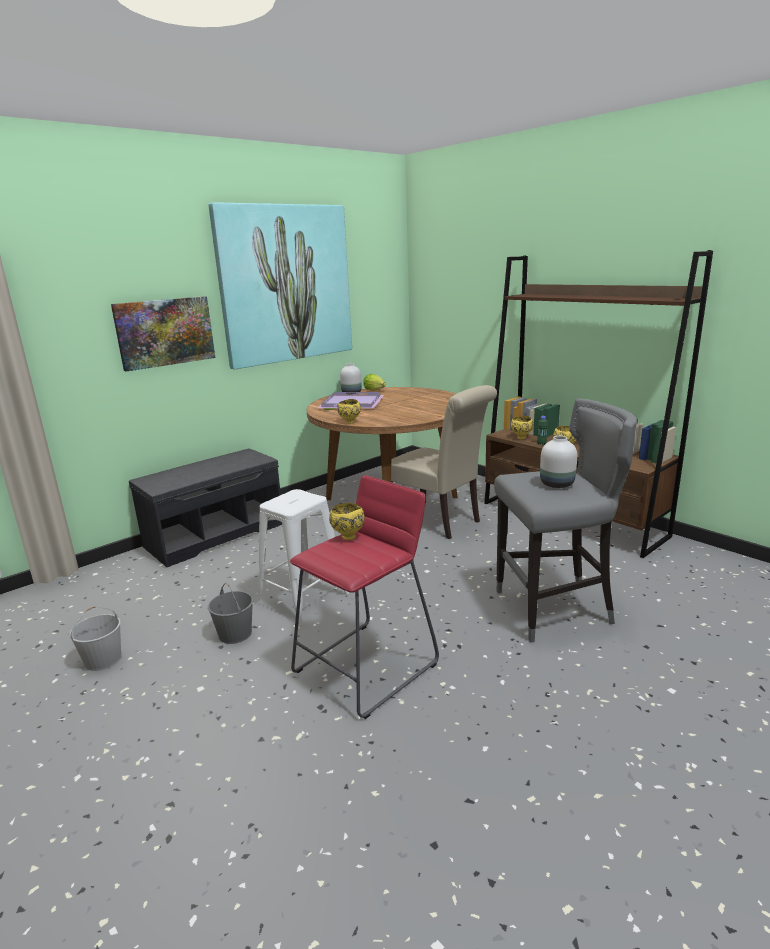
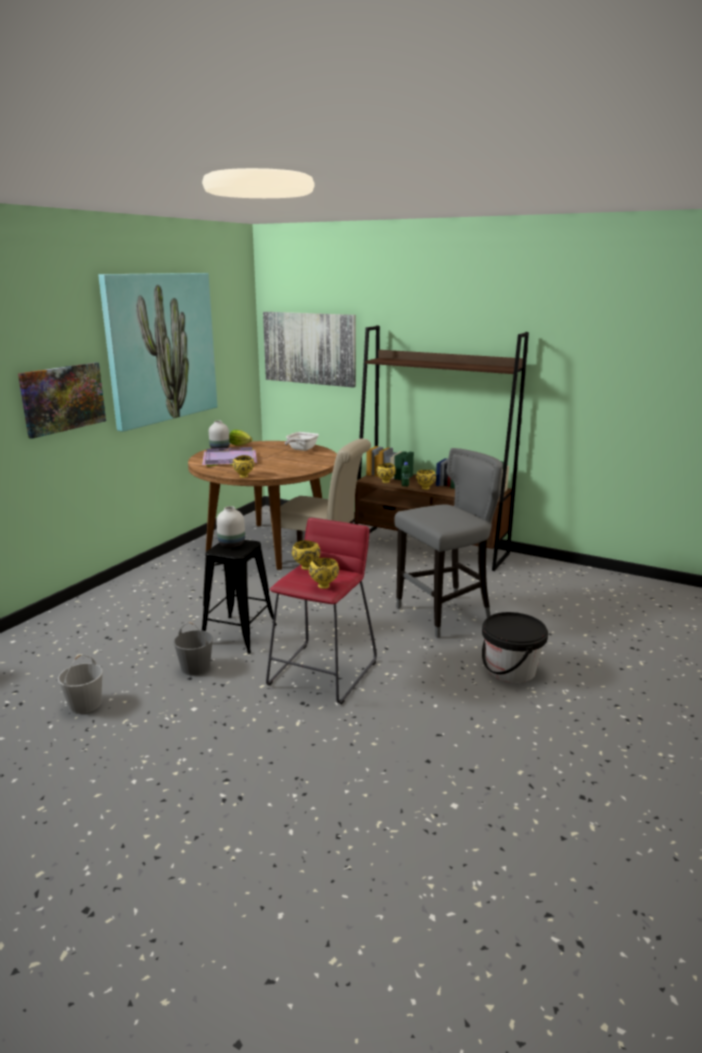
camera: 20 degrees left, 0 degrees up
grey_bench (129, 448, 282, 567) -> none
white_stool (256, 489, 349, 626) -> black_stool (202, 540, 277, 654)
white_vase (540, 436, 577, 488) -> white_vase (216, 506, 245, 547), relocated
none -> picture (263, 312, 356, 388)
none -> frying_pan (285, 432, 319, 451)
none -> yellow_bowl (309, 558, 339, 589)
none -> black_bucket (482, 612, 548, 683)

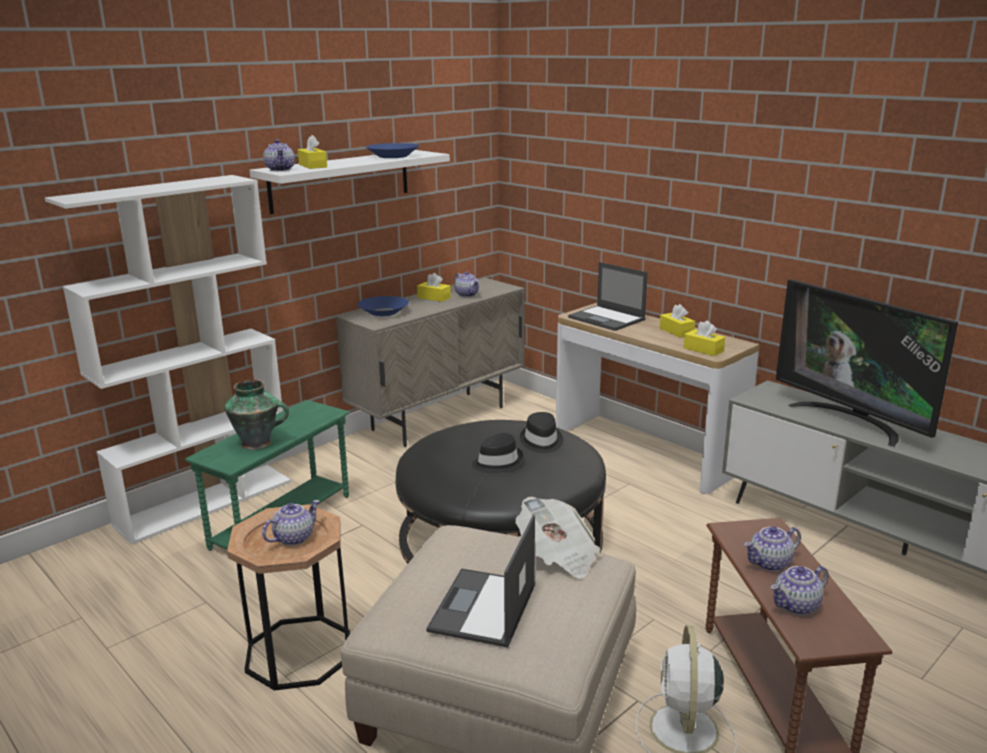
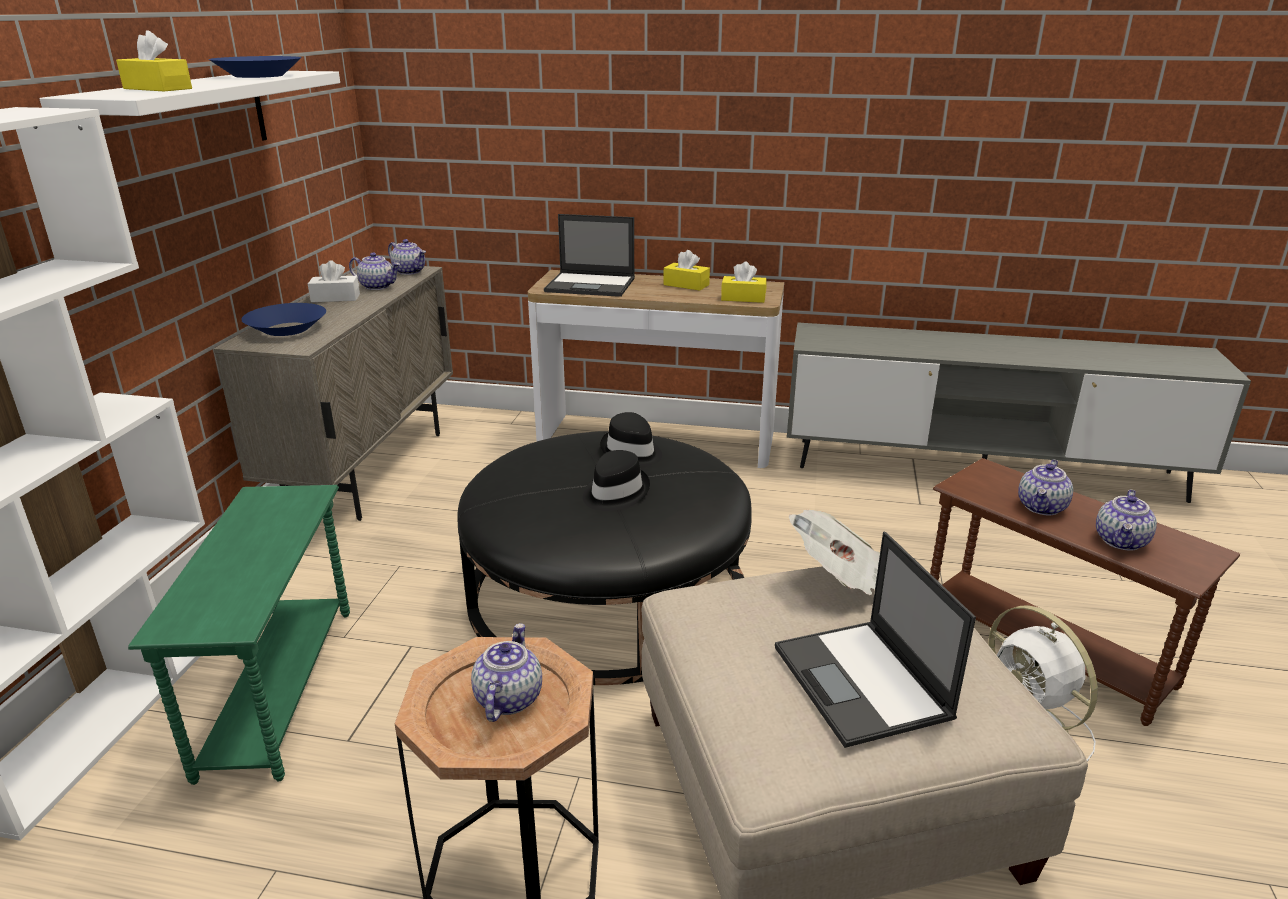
camera: 35 degrees left, 5 degrees up
vase (225, 380, 289, 450) -> none
teapot (263, 139, 295, 171) -> teapot (388, 239, 426, 275), relocated
yellow_tissue_box (417, 273, 451, 302) -> white_tissue_box (308, 260, 360, 302)
television (776, 279, 958, 447) -> none

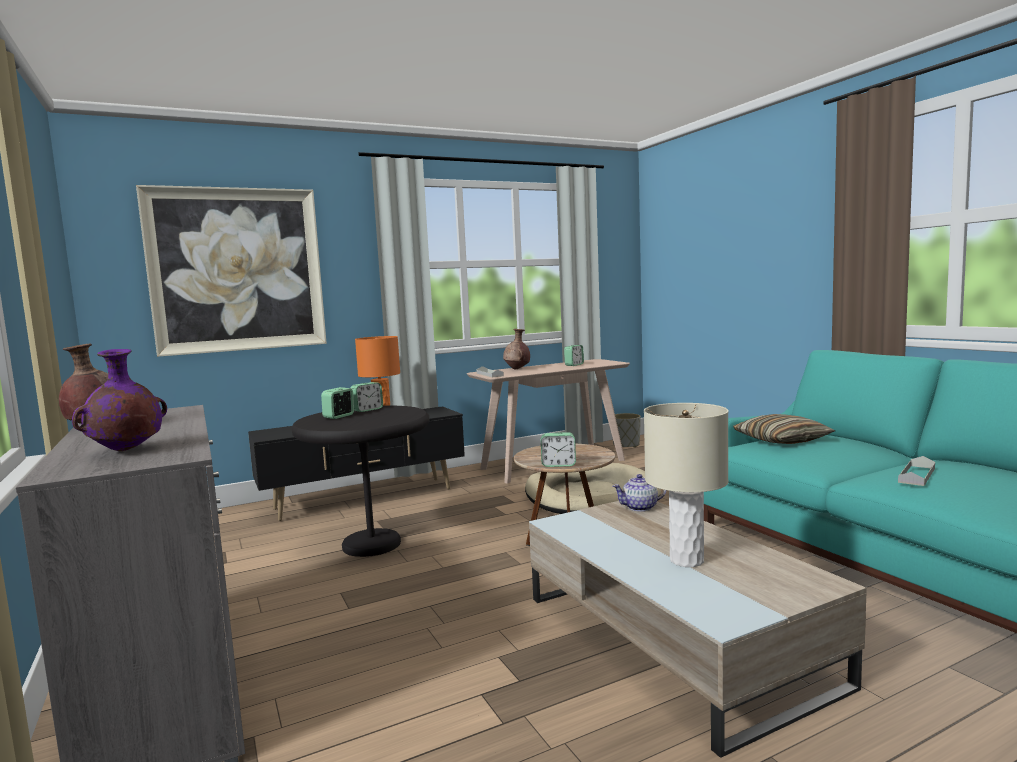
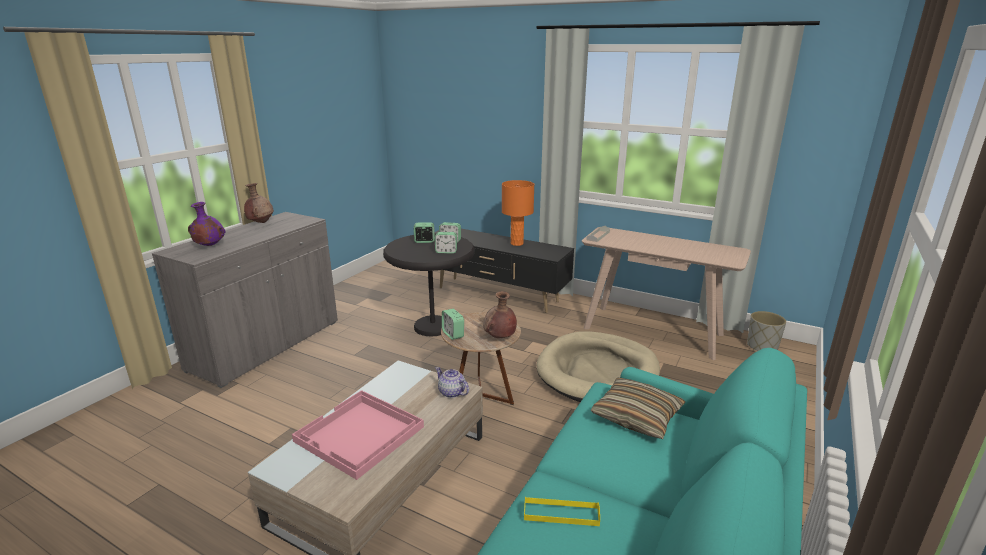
camera: 55 degrees right, 15 degrees up
picture (136, 185, 327, 357) -> none
brown_vase (503, 329, 530, 370) -> brown_vase (483, 291, 517, 338), relocated
alarm_clock (564, 345, 584, 366) -> alarm_clock (435, 232, 457, 253), relocated
beige_table_lamp (644, 403, 729, 567) -> pink_tray (292, 390, 424, 480)
grey_tray (898, 456, 935, 486) -> yellow_tray (524, 497, 600, 526)

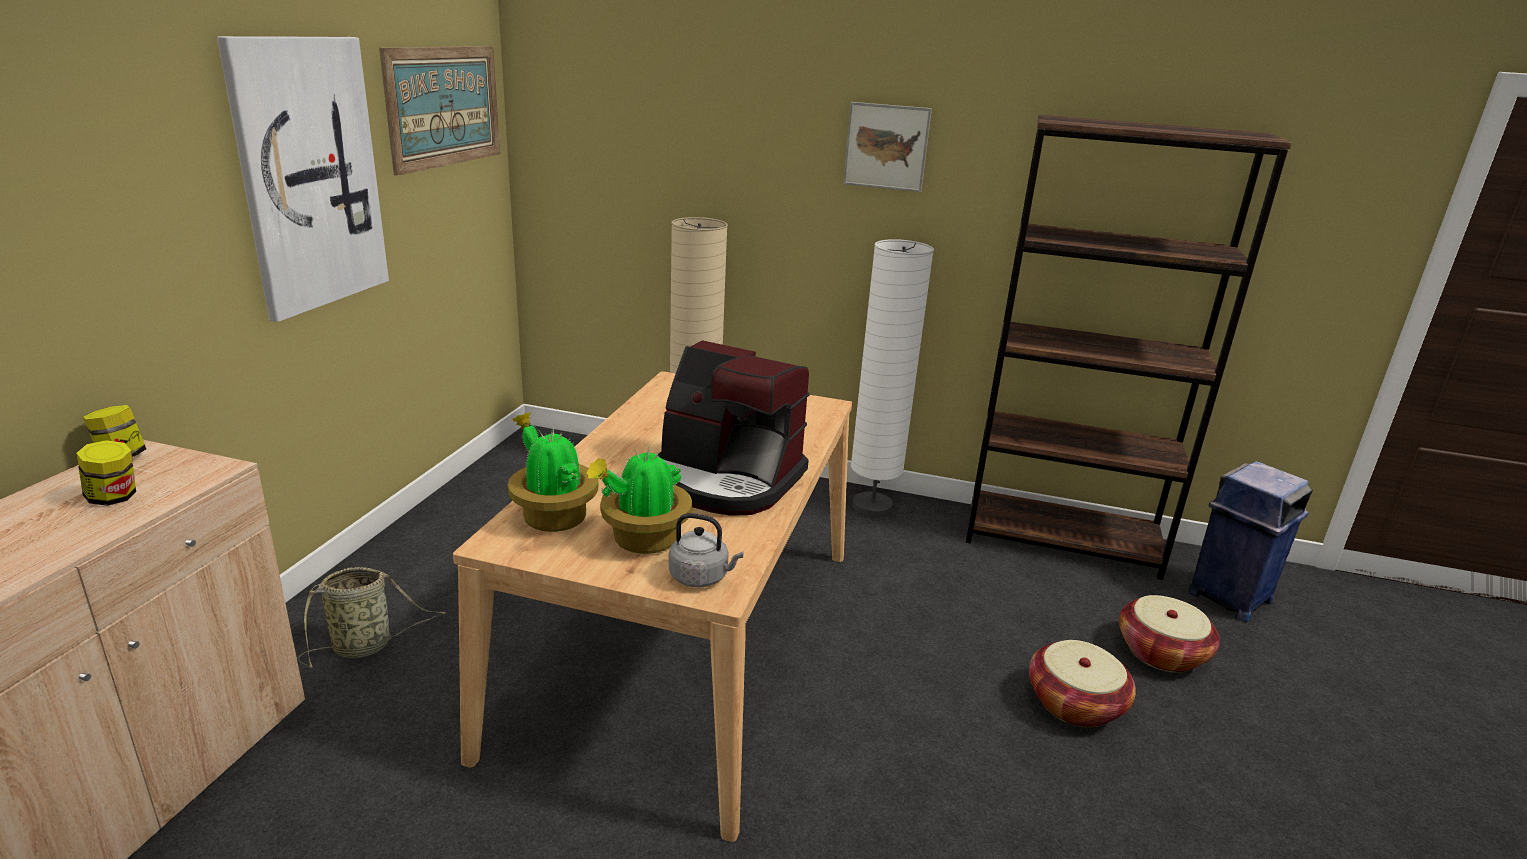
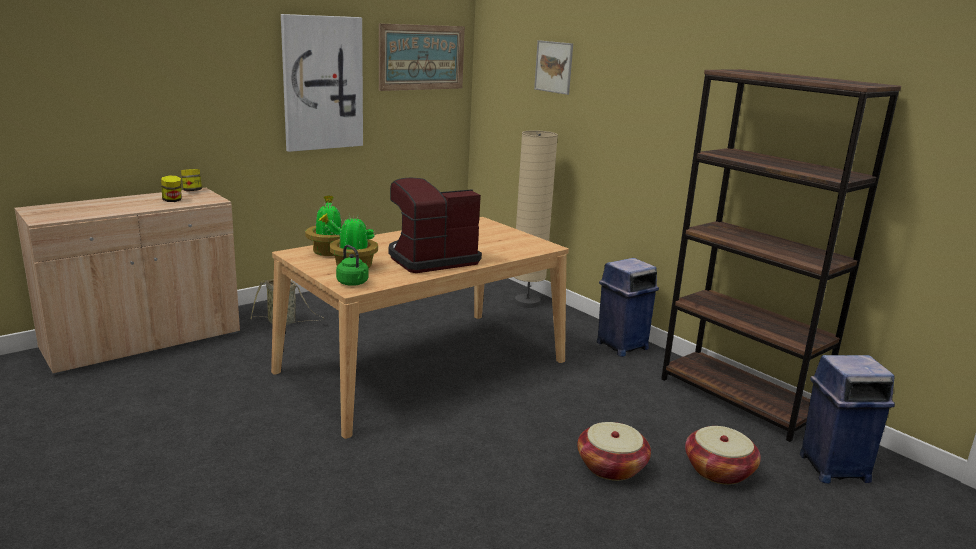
camera: 35 degrees right, 5 degrees down
coffee_machine (658, 340, 810, 516) -> coffee_machine (389, 178, 482, 273), 90 degrees clockwise
grey_kettle (669, 513, 744, 587) -> green_kettle (336, 245, 368, 286)
picture (843, 102, 932, 192) -> picture (534, 40, 573, 95), relocated
white_floor_lamp (851, 239, 934, 518) -> blue_trash_can (597, 258, 659, 357)

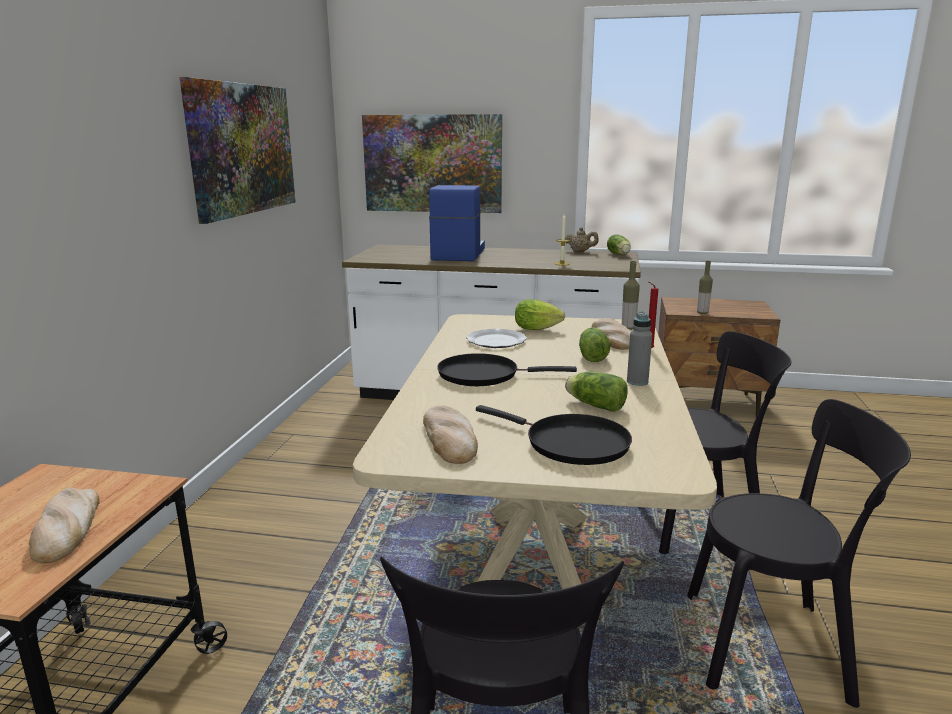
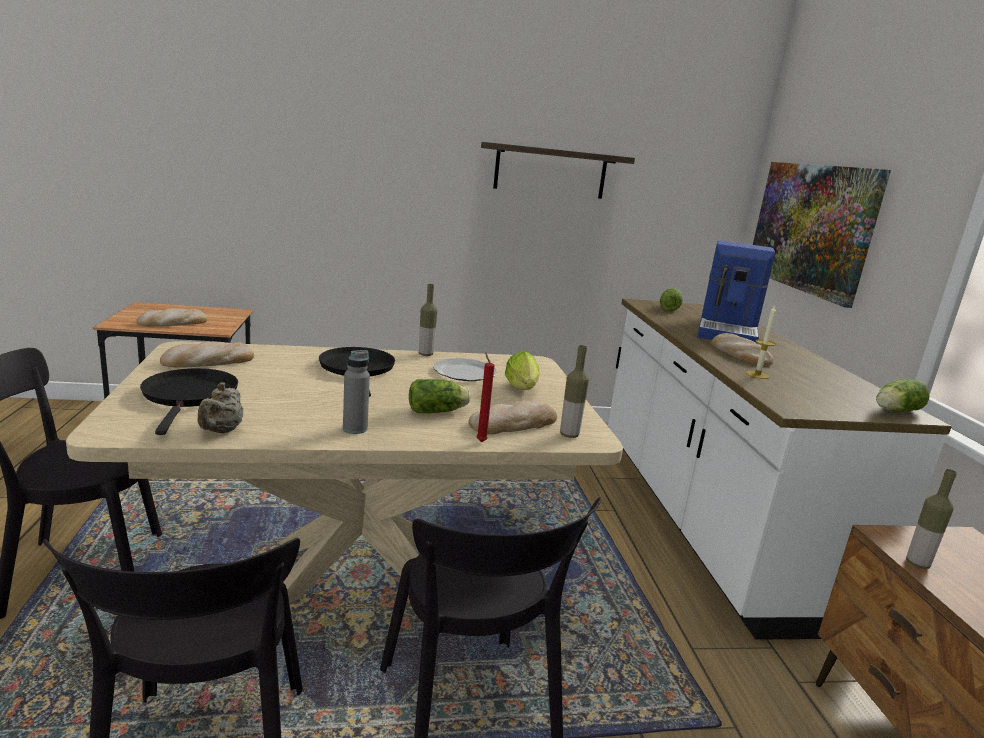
camera: 70 degrees right, 0 degrees up
picture (179, 77, 296, 224) -> shelf (481, 142, 635, 199)
coffee_machine (429, 185, 485, 261) -> coffee_machine (697, 240, 775, 344), 120 degrees clockwise
black_frying_pan (476, 405, 632, 465) -> black_frying_pan (140, 368, 238, 435), 150 degrees clockwise
beige_teapot (565, 227, 599, 252) -> beige_teapot (197, 382, 243, 433), relocated
lettuce (565, 372, 628, 412) -> lettuce (660, 288, 683, 311), relocated
none -> bottle (419, 284, 438, 356)
none -> bread (712, 333, 773, 366)

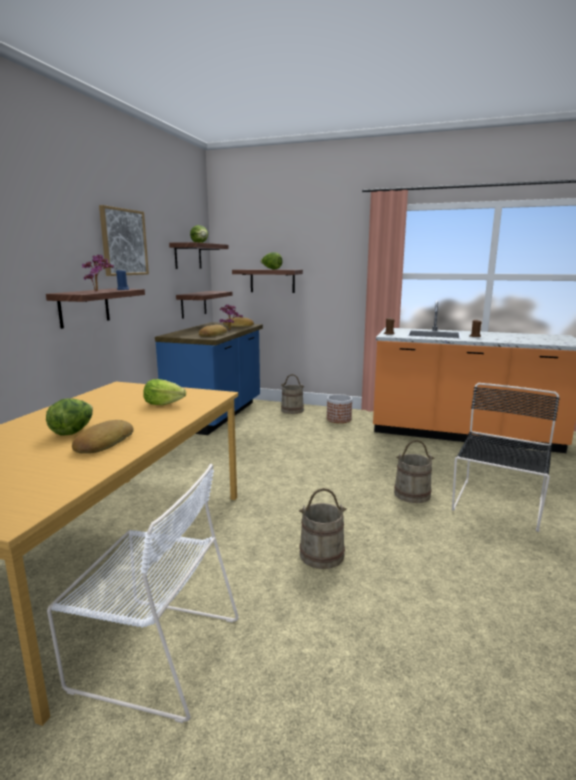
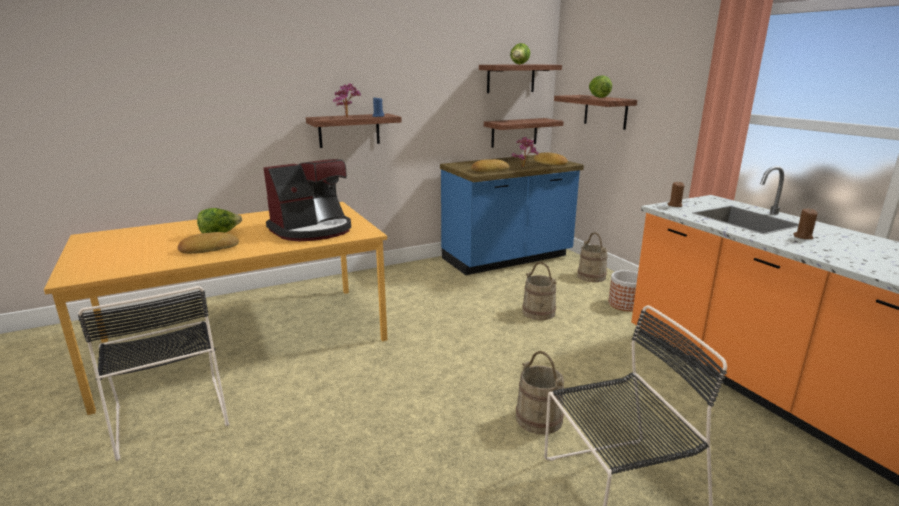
camera: 45 degrees right, 5 degrees up
white_chair (47, 464, 239, 723) -> black_chair (78, 286, 229, 461)
picture (99, 205, 149, 276) -> none
lettuce (143, 379, 186, 405) -> coffee_machine (263, 159, 351, 241)
beige_bucket (299, 488, 347, 569) -> beige_bucket (522, 262, 557, 320), relocated

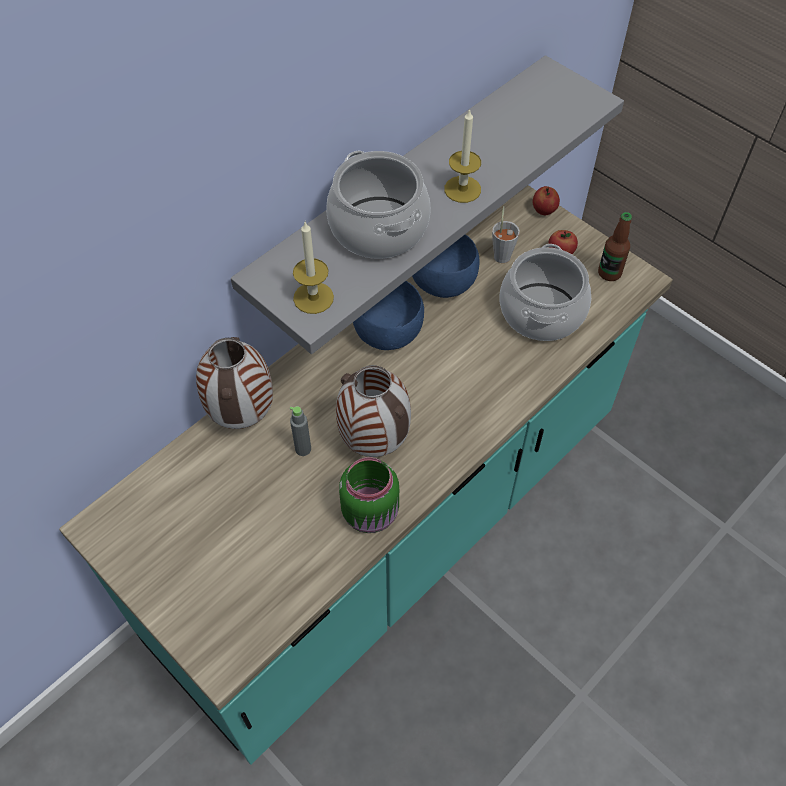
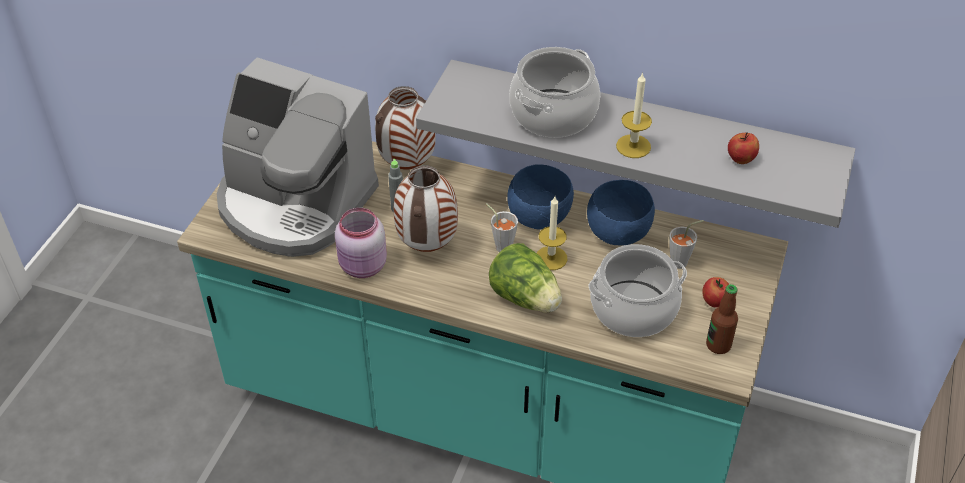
camera: 65 degrees right, 10 degrees down
candle (293, 222, 334, 314) -> candle (537, 197, 567, 270), relocated
green_jar (339, 457, 399, 533) -> pink_jar (335, 208, 387, 278)
apple (533, 186, 560, 215) -> apple (728, 132, 759, 164), relocated
none -> coffee_machine (217, 57, 379, 257)
none -> grey_cup (486, 203, 518, 252)
none -> lettuce (489, 243, 562, 312)

